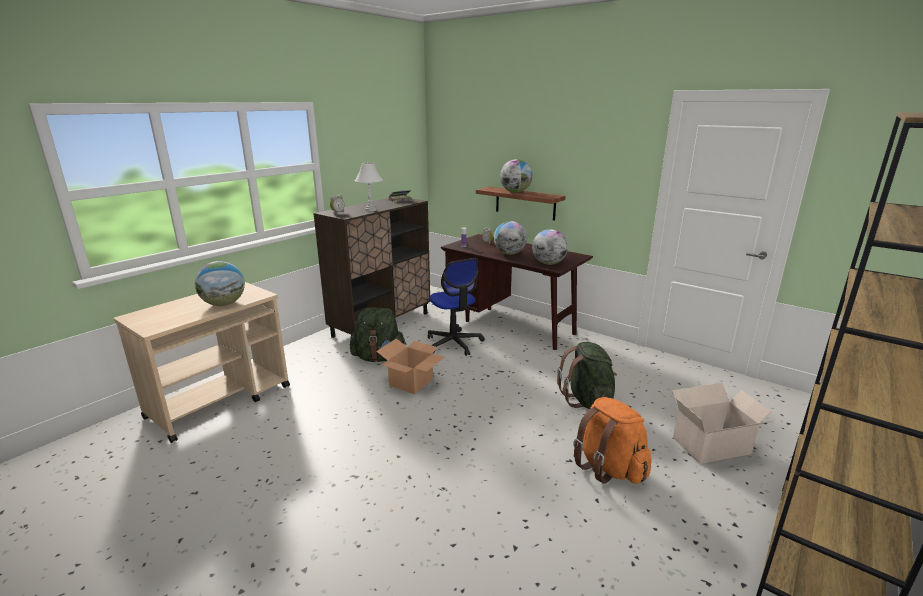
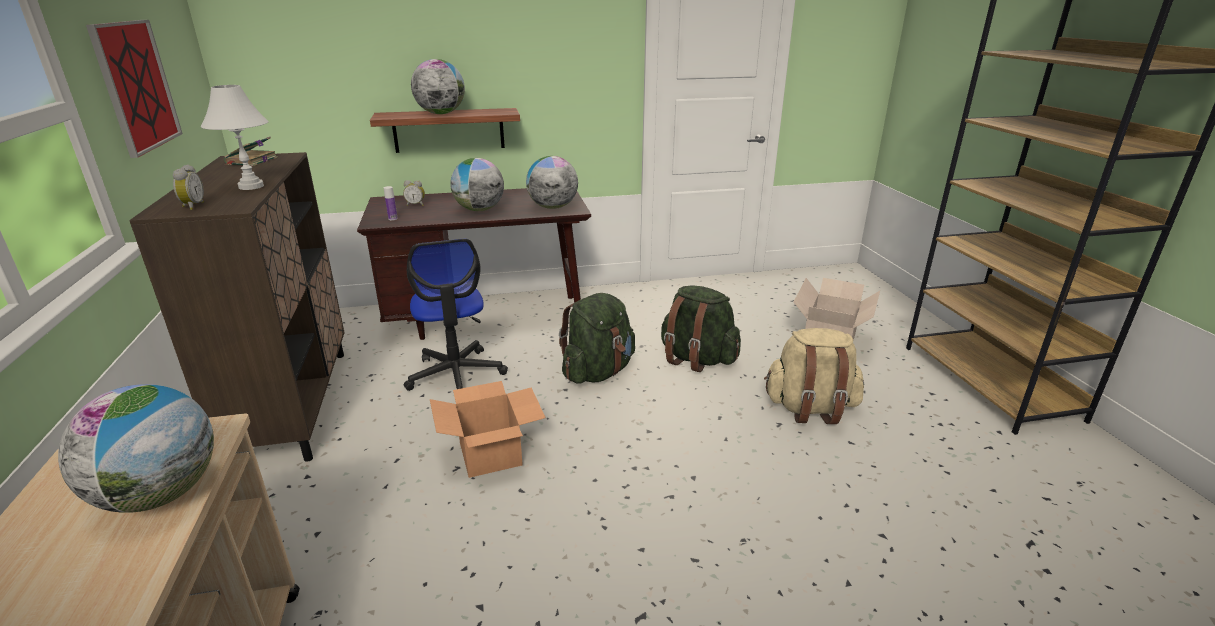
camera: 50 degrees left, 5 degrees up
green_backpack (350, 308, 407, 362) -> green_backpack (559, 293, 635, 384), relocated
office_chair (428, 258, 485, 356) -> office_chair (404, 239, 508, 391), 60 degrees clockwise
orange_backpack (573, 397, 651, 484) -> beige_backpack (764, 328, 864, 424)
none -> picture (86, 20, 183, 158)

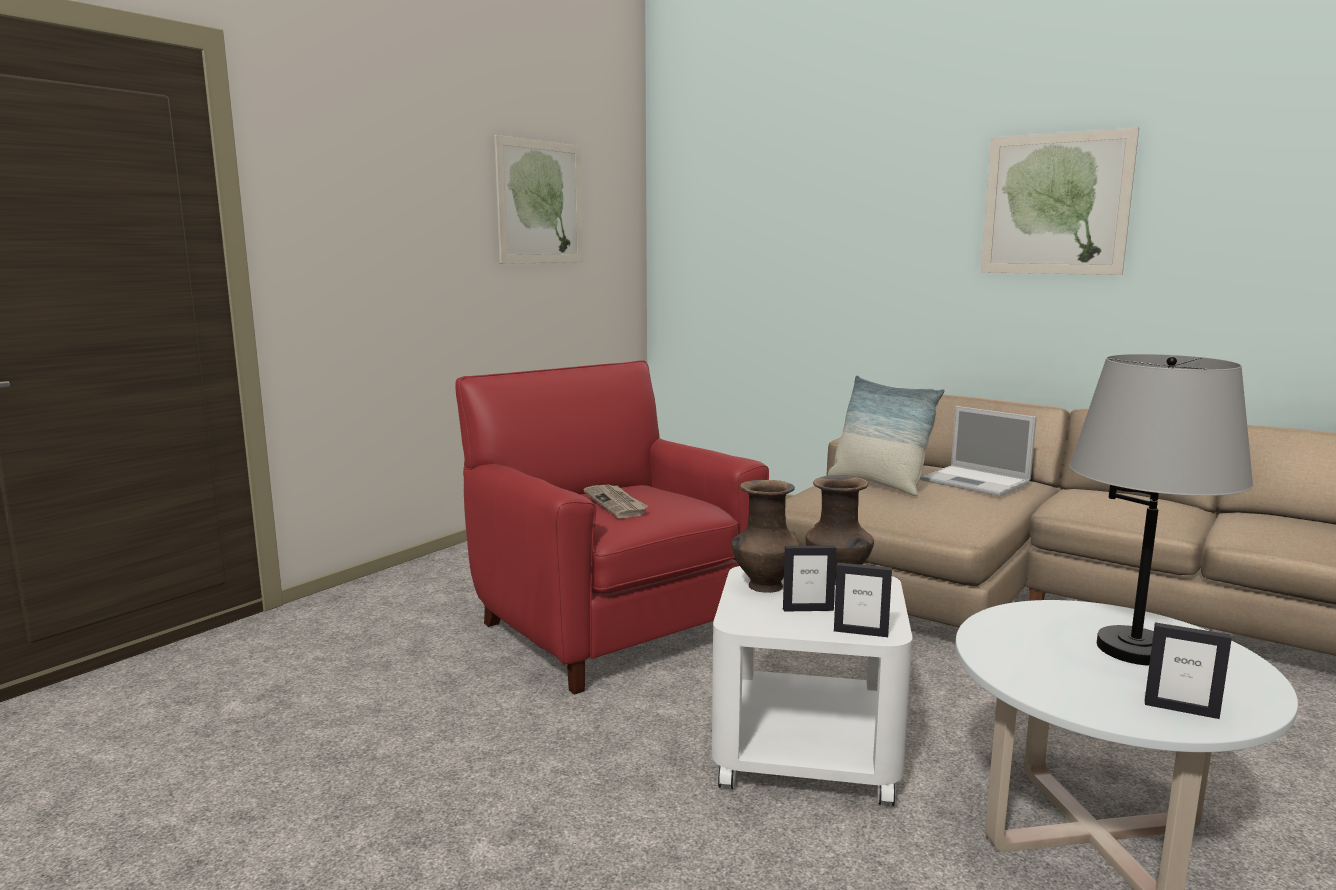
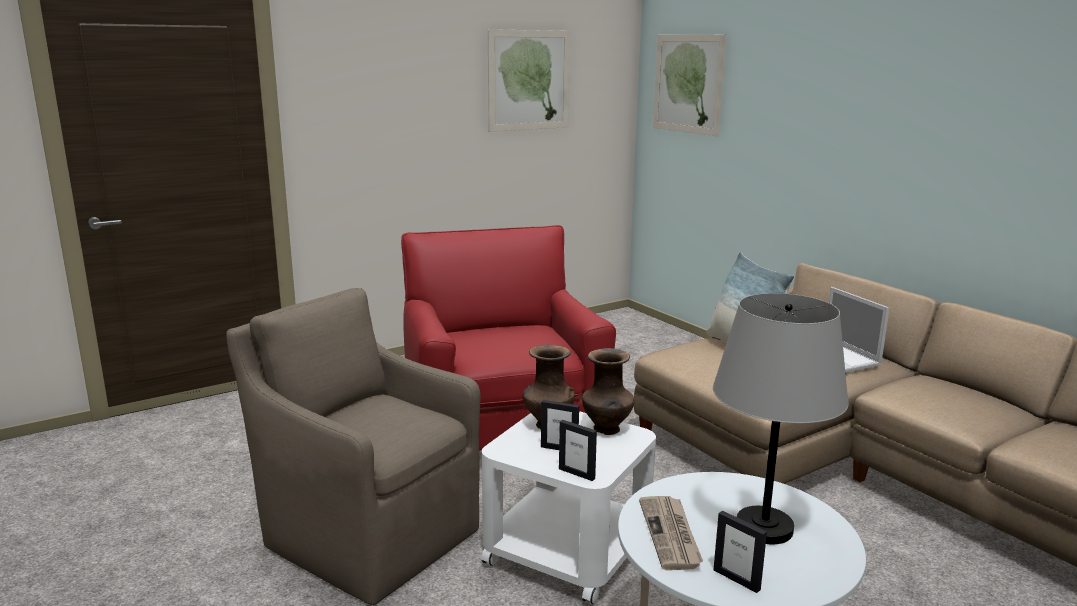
camera: 20 degrees right, 5 degrees up
newspaper (584, 485, 648, 518) -> newspaper (639, 496, 703, 570), relocated
picture (981, 127, 1139, 275) -> picture (653, 34, 727, 136), relocated
none -> brown_armchair (226, 288, 481, 606)

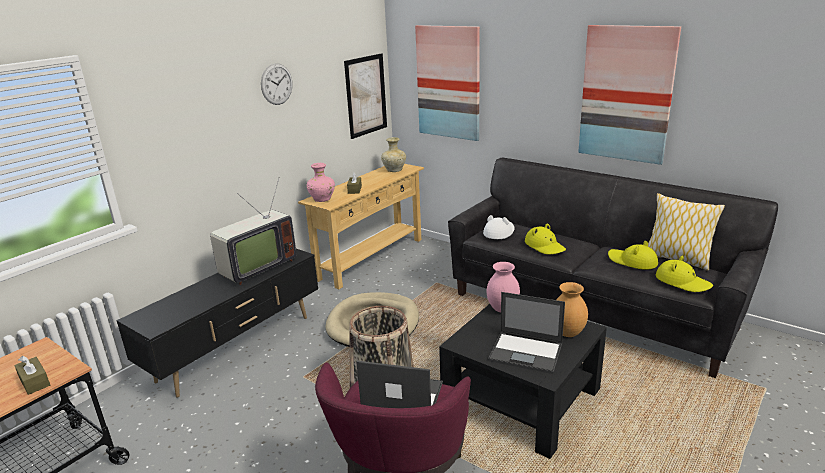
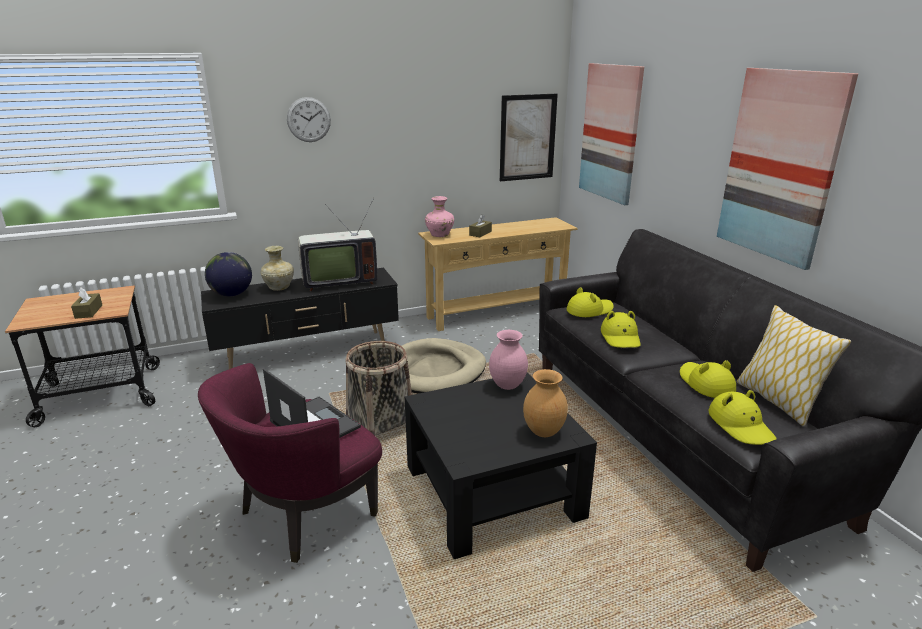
camera: 30 degrees right, 0 degrees up
wall_clock (261, 63, 293, 105) -> wall_clock (287, 97, 331, 142), relocated
beige_vase (381, 137, 406, 172) -> beige_vase (261, 246, 294, 291), relocated
white_hat (483, 215, 515, 239) -> yellow_hat (567, 287, 614, 317)
laptop (488, 292, 565, 374) -> none
none -> globe (205, 252, 252, 297)

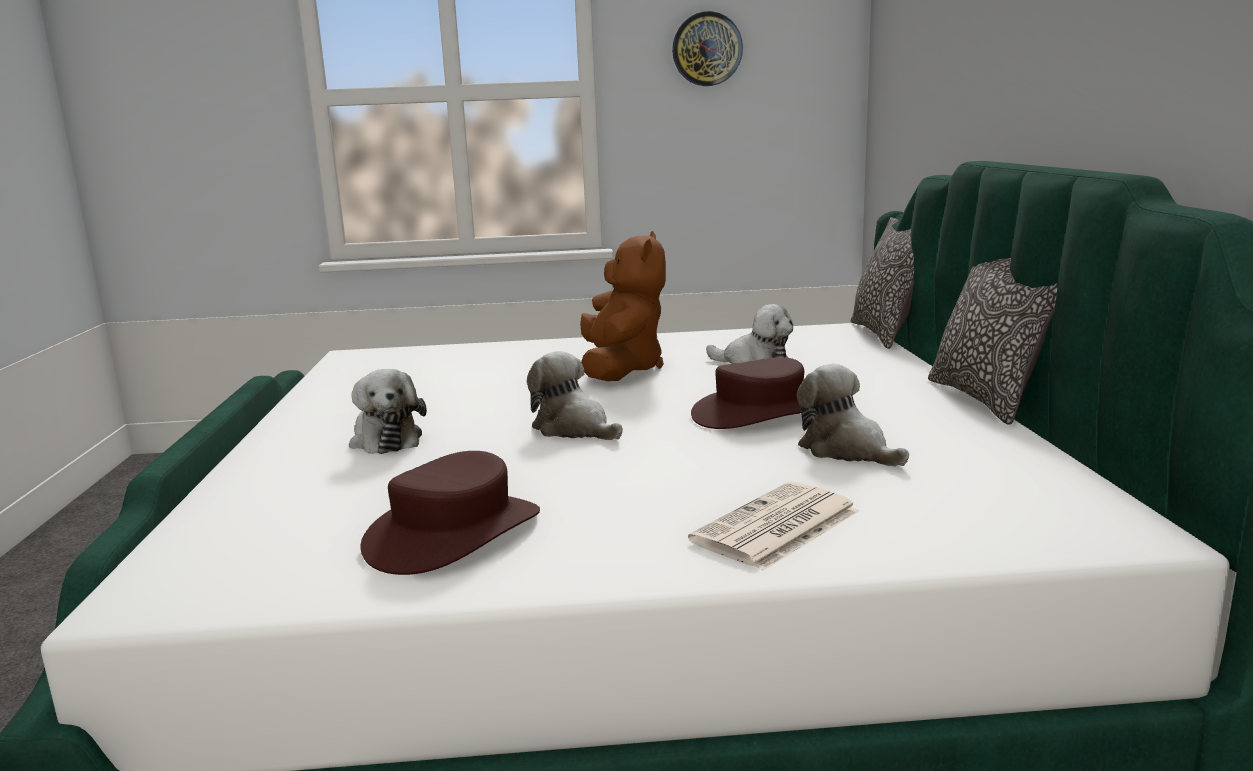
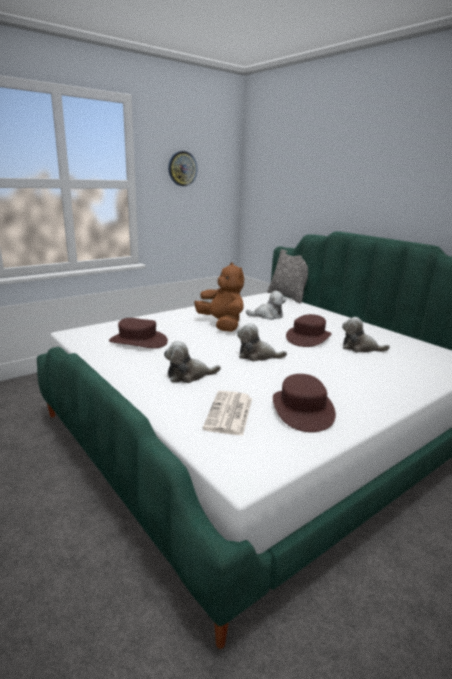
camera: 35 degrees left, 5 degrees up
plush_toy (349, 369, 427, 454) -> plush_toy (164, 341, 221, 383), 135 degrees clockwise
newspaper (688, 482, 859, 570) -> newspaper (203, 391, 252, 436), relocated
pillow (928, 258, 1058, 425) -> none
none -> brown_hat (109, 318, 168, 348)

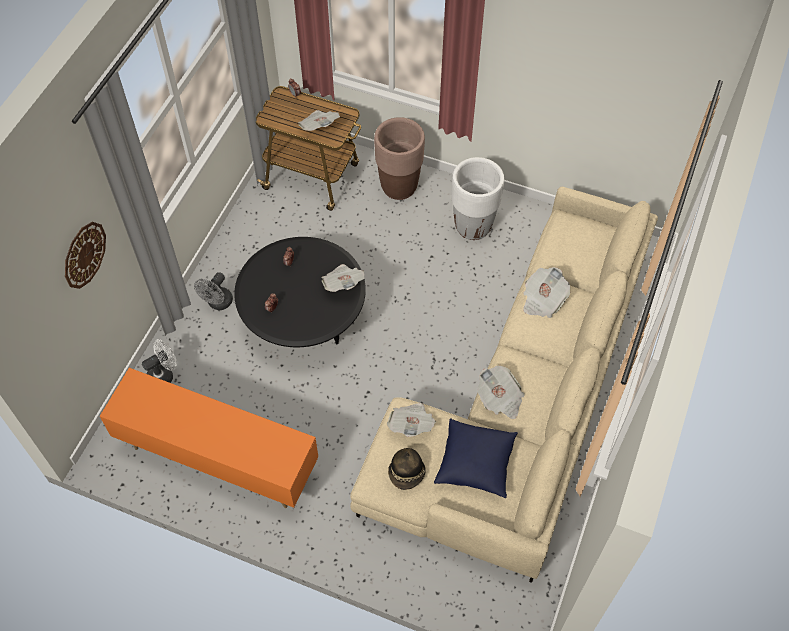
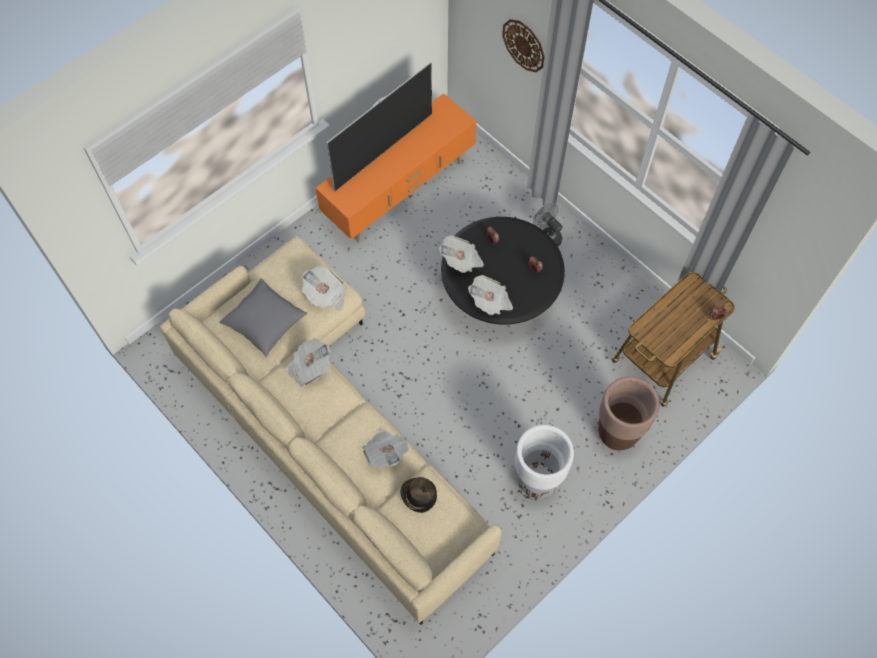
camera: 115 degrees right, 5 degrees up
white_fan (142, 339, 177, 383) -> none
newspaper (298, 110, 340, 131) -> newspaper (439, 235, 484, 273), relocated
hat (388, 448, 426, 490) -> hat (400, 477, 437, 513), relocated
blue_pillow (434, 418, 518, 498) -> grey_pillow (219, 278, 307, 357)
none -> television (326, 62, 432, 191)

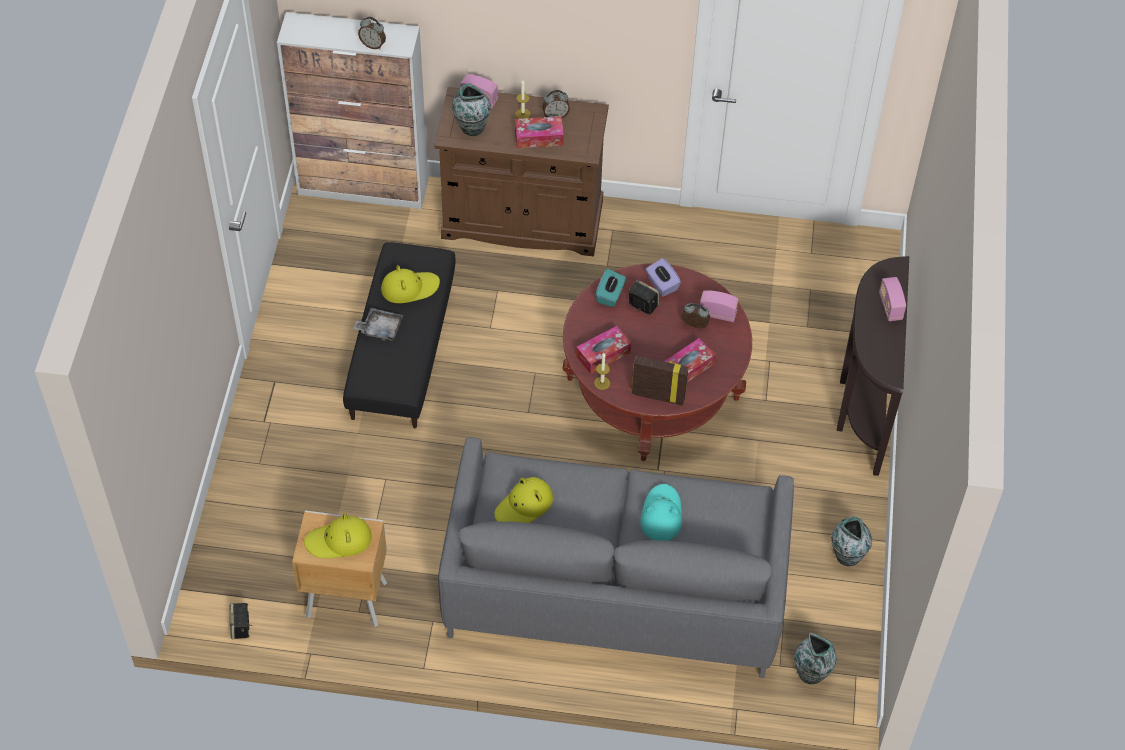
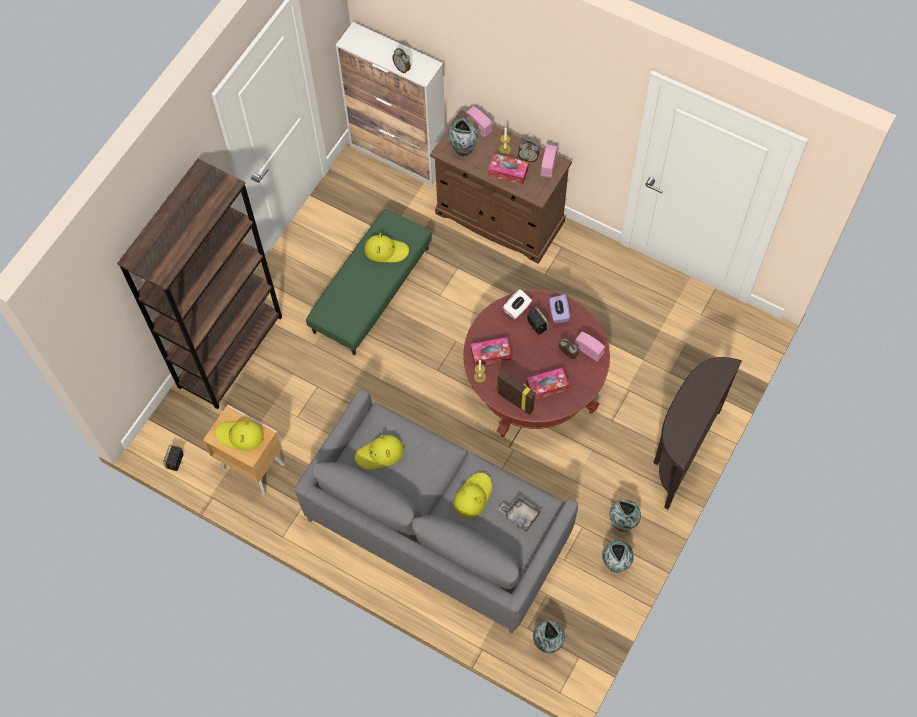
camera: 25 degrees right, 10 degrees up
black_ottoman (343, 242, 455, 428) -> green_ottoman (306, 209, 432, 355)
grey_tray (353, 308, 403, 341) -> grey_tray (498, 495, 542, 532), relocated
turquoise_tissue_box (595, 269, 626, 307) -> white_tissue_box (503, 289, 532, 319)
turquoise_hat (640, 484, 682, 541) -> yellow_hat (453, 473, 492, 518)
radio (879, 277, 906, 321) -> radio (541, 144, 557, 178), relocated
none -> brown_bookcase (117, 159, 282, 409)
none -> vase (610, 500, 641, 532)

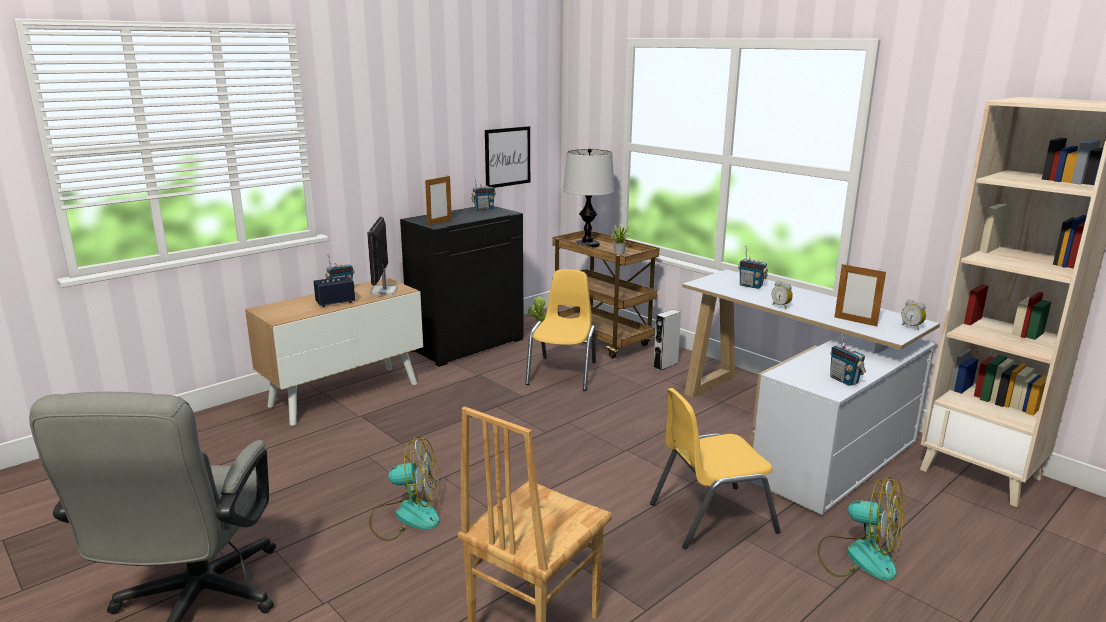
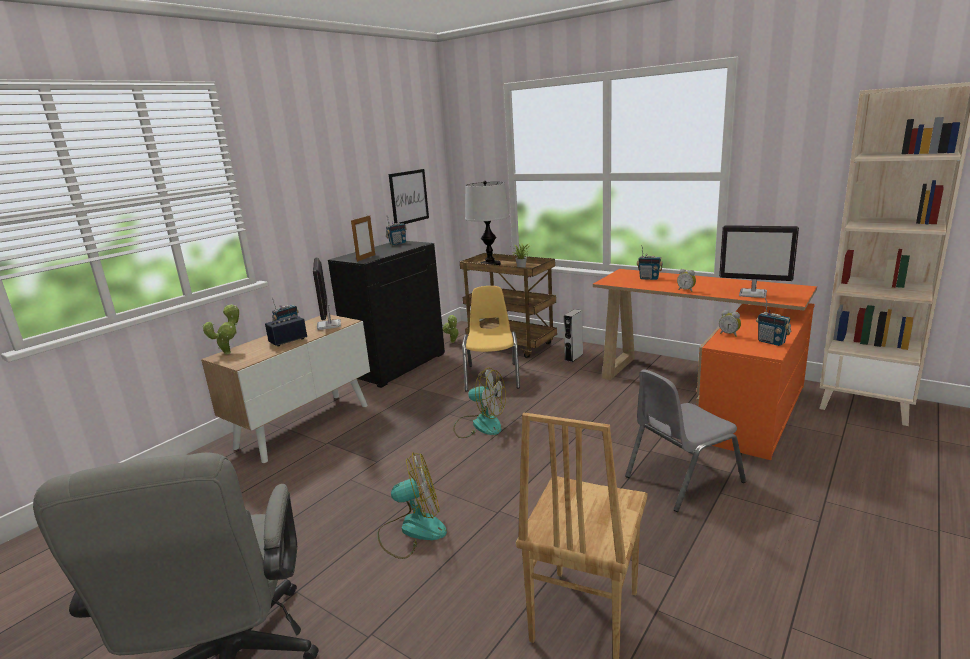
camera: 10 degrees left, 0 degrees up
yellow_chair (650, 388, 781, 549) -> grey_chair (625, 370, 746, 512)
white_desk (682, 270, 940, 515) -> orange_desk (593, 269, 817, 460)
fan (817, 476, 903, 581) -> fan (453, 368, 506, 438), relocated
picture_frame (835, 263, 886, 326) -> monitor (719, 225, 799, 298)
alarm_clock (901, 299, 926, 330) -> alarm_clock (719, 310, 741, 337), relocated
none -> potted_plant (203, 304, 240, 354)

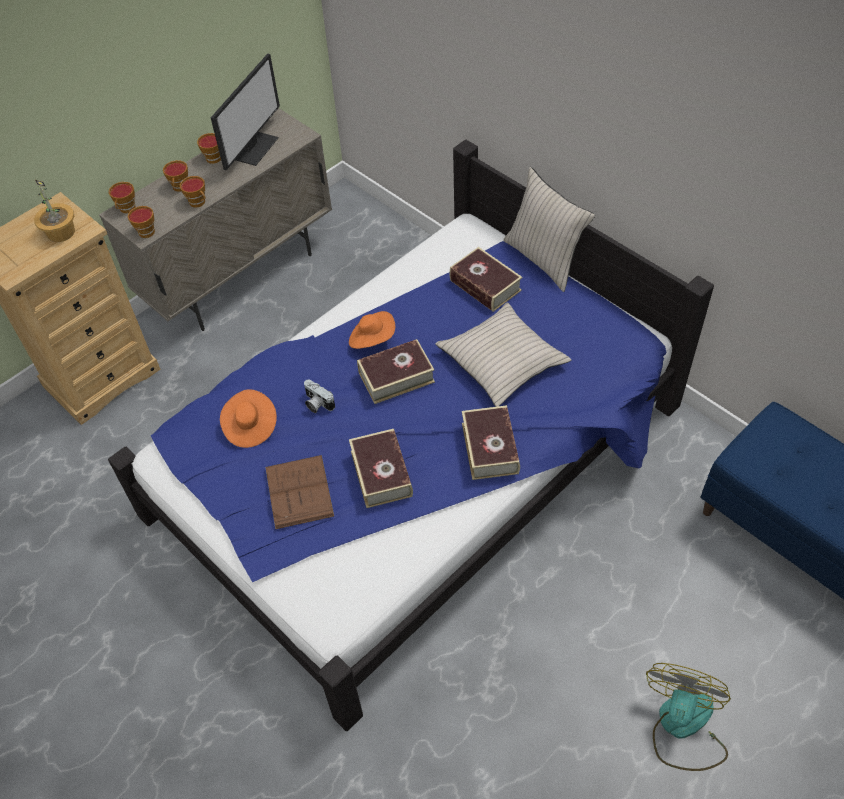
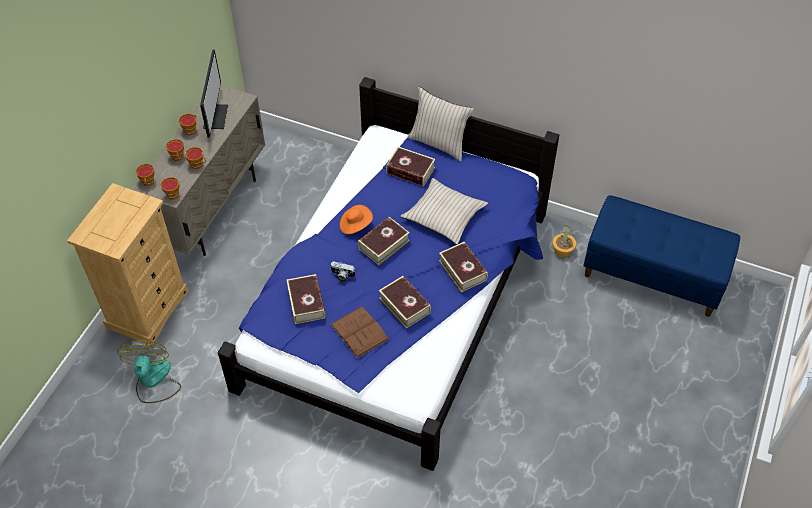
camera: 25 degrees left, 0 degrees up
potted_plant (34, 180, 75, 242) -> potted_plant (553, 225, 576, 257), relocated
orange_hat (220, 389, 277, 448) -> book (287, 274, 325, 324)
fan (646, 663, 731, 771) -> fan (117, 340, 181, 403), relocated

